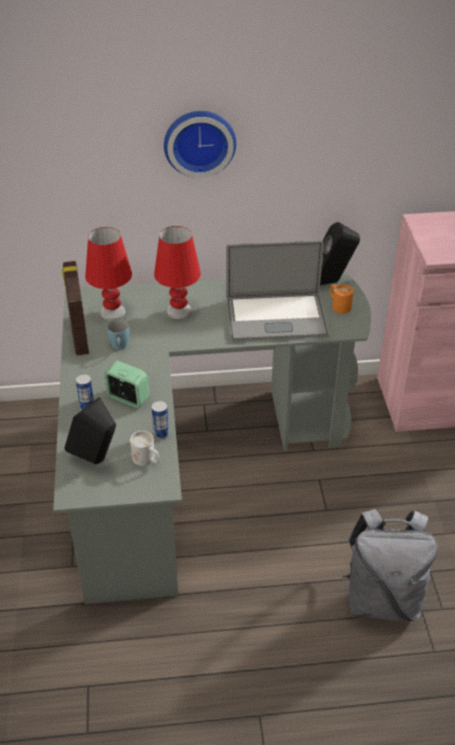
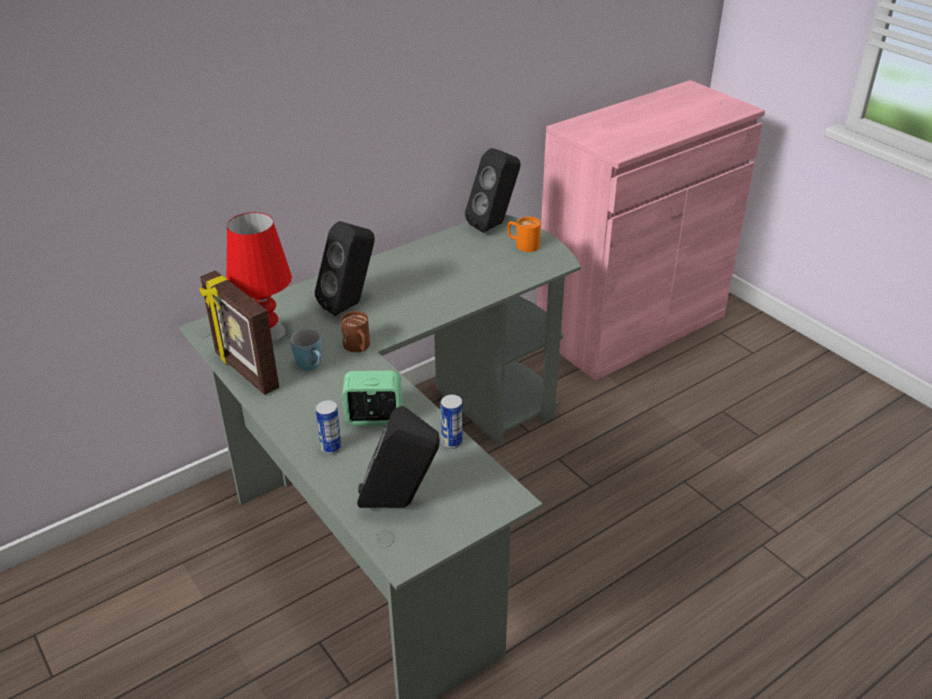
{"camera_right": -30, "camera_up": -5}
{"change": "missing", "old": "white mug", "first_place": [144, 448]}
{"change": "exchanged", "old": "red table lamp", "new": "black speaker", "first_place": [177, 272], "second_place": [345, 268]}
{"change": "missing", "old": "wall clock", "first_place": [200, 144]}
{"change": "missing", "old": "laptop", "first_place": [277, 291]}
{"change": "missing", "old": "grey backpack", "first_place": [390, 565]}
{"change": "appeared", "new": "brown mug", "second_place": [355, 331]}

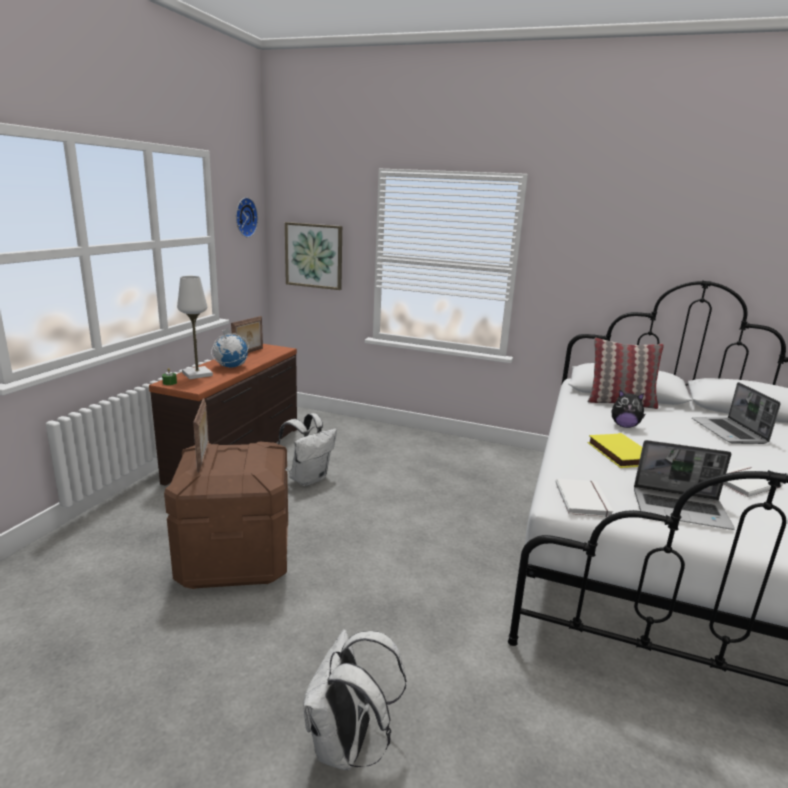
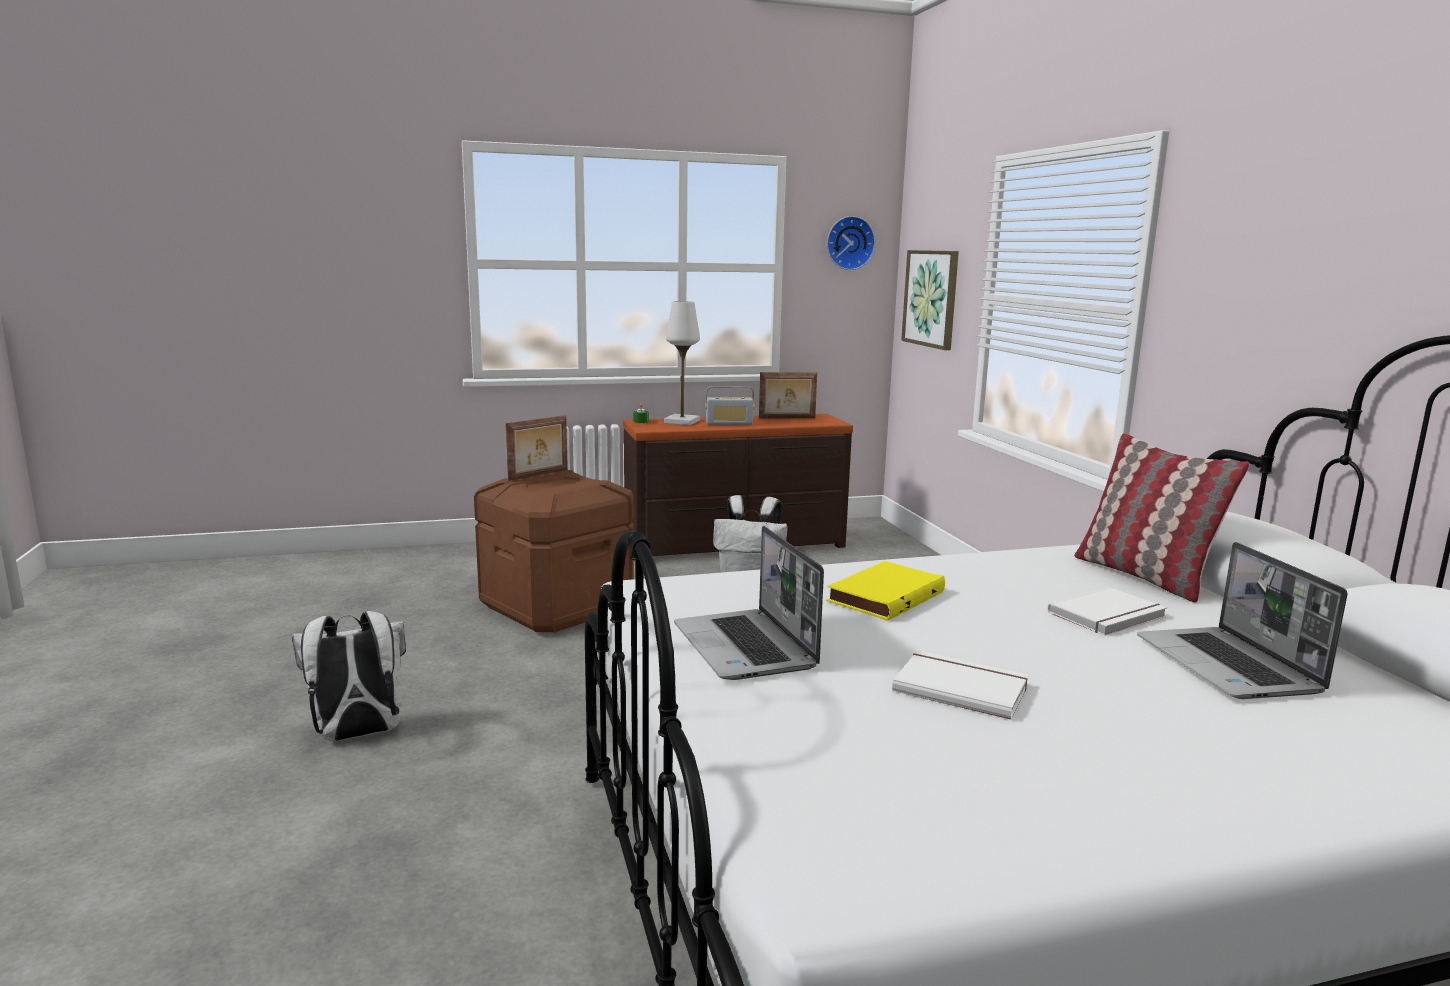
{"camera_right": 55, "camera_up": -5}
{"change": "exchanged", "old": "globe", "new": "radio", "first_place": [230, 347], "second_place": [729, 405]}
{"change": "relocated", "old": "white book", "first_place": [585, 498], "second_place": [1107, 611]}
{"change": "missing", "old": "plush toy", "first_place": [628, 409]}
{"change": "spun", "old": "laptop", "first_place": [736, 413], "second_place": [1242, 620], "degrees": -60}

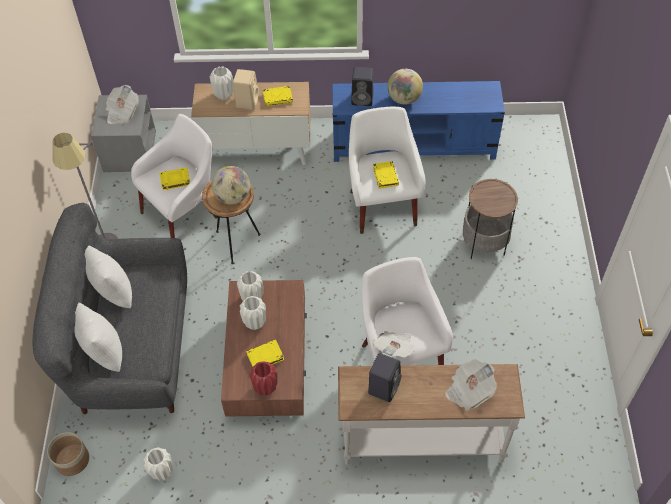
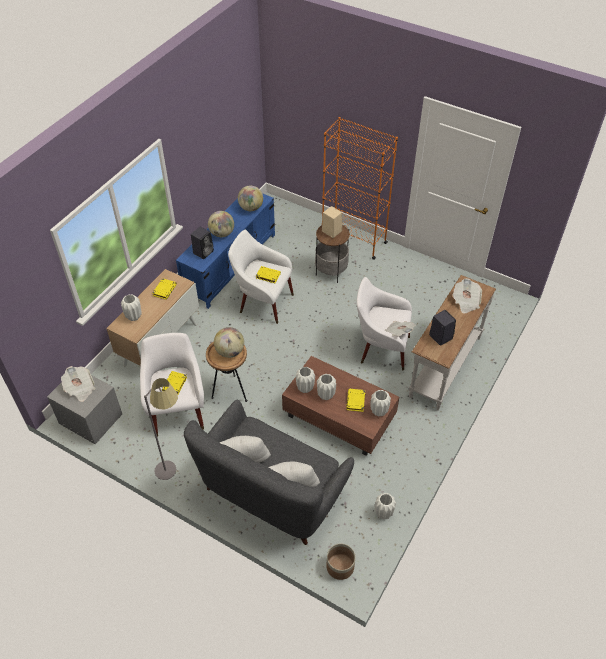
{"camera_right": -60, "camera_up": -5}
{"change": "relocated", "old": "beige speaker", "first_place": [246, 89], "second_place": [332, 222]}
{"change": "colour", "old": "red vase", "new": "white vase", "first_place": [263, 378], "second_place": [381, 403]}
{"change": "appeared", "new": "globe", "second_place": [250, 198]}
{"change": "appeared", "new": "orange bookcase", "second_place": [360, 188]}

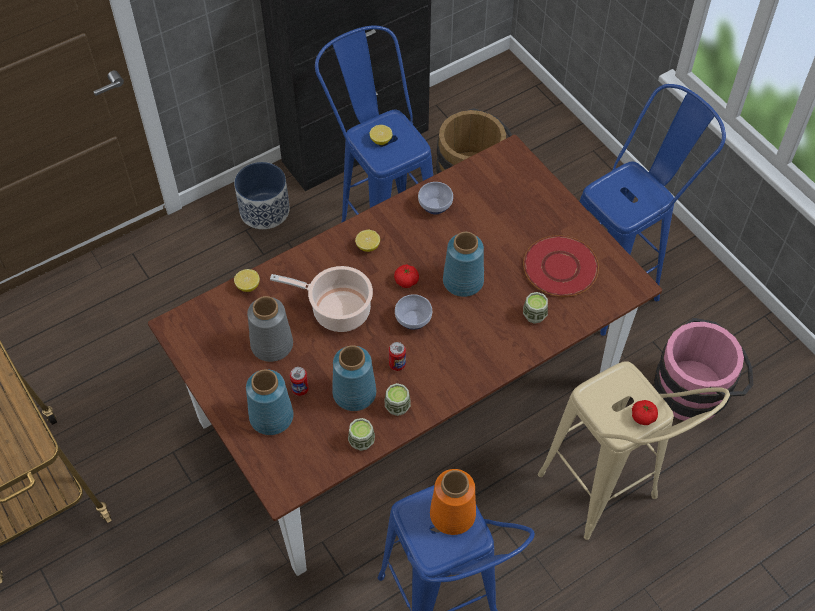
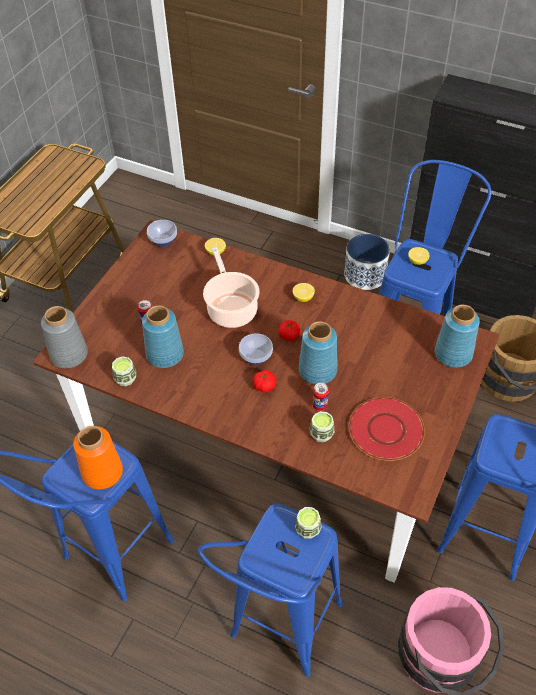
{"camera_right": 60, "camera_up": -5}
{"change": "relocated", "old": "blue vase", "first_place": [270, 402], "second_place": [457, 336]}
{"change": "relocated", "old": "grey vase", "first_place": [270, 329], "second_place": [64, 337]}
{"change": "relocated", "old": "cup", "first_place": [398, 399], "second_place": [308, 523]}
{"change": "relocated", "old": "can", "first_place": [397, 356], "second_place": [320, 397]}
{"change": "relocated", "old": "bowl", "first_place": [435, 198], "second_place": [162, 233]}
{"change": "colour", "old": "beige stool", "new": "blue stool", "first_place": [634, 450], "second_place": [270, 590]}
{"change": "relocated", "old": "tomato", "first_place": [645, 412], "second_place": [264, 381]}

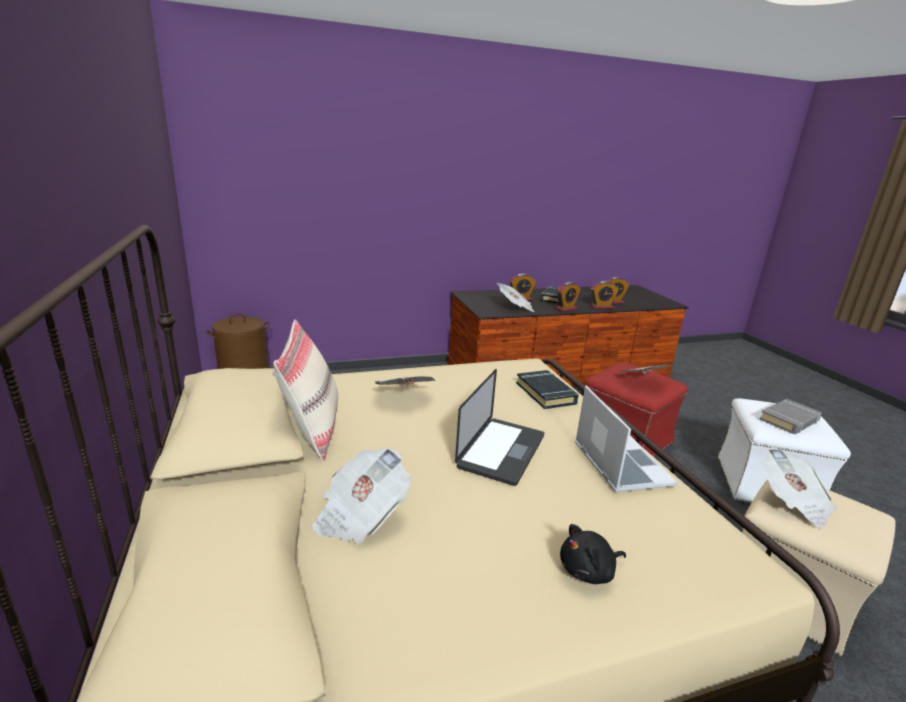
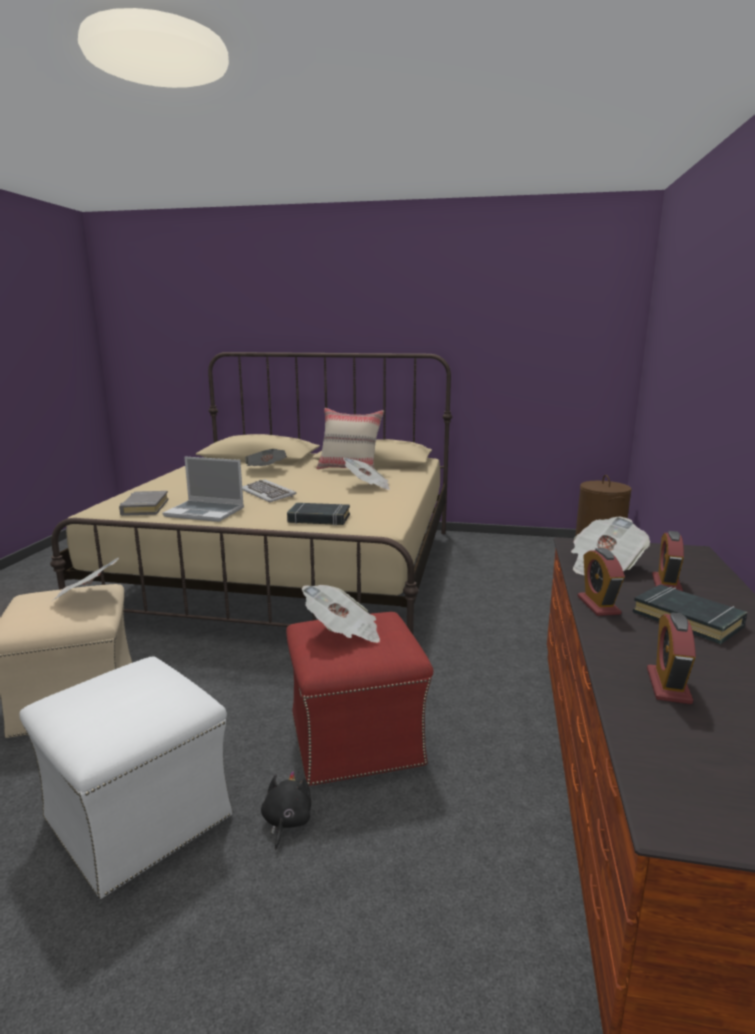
{"camera_right": 120, "camera_up": -5}
{"change": "exchanged", "old": "laptop", "new": "keyboard", "first_place": [499, 427], "second_place": [269, 491]}
{"change": "relocated", "old": "black plush toy", "first_place": [593, 554], "second_place": [286, 811]}
{"change": "missing", "old": "alarm clock", "first_place": [604, 295]}
{"change": "relocated", "old": "grey book", "first_place": [791, 416], "second_place": [143, 503]}

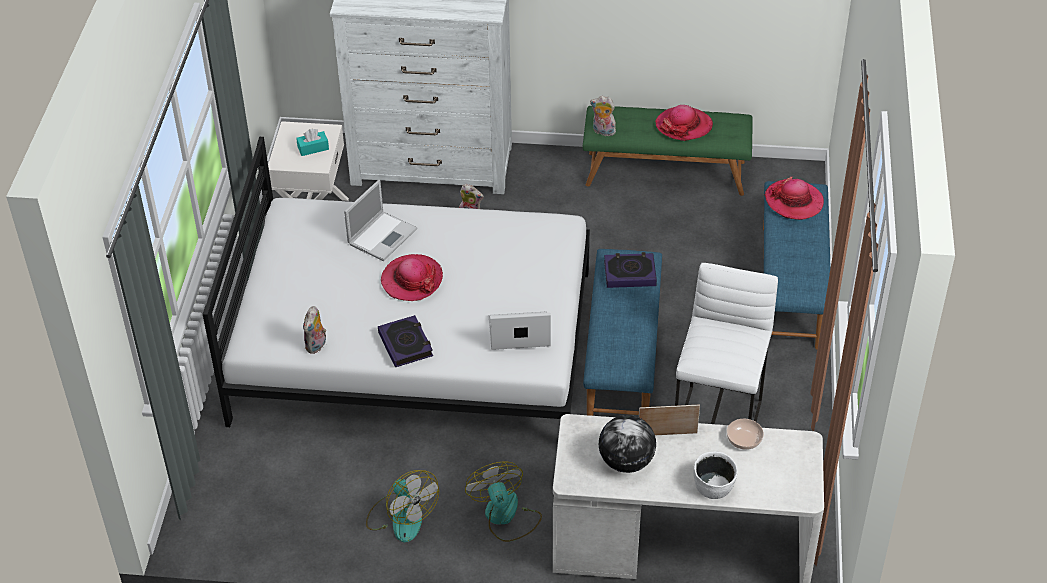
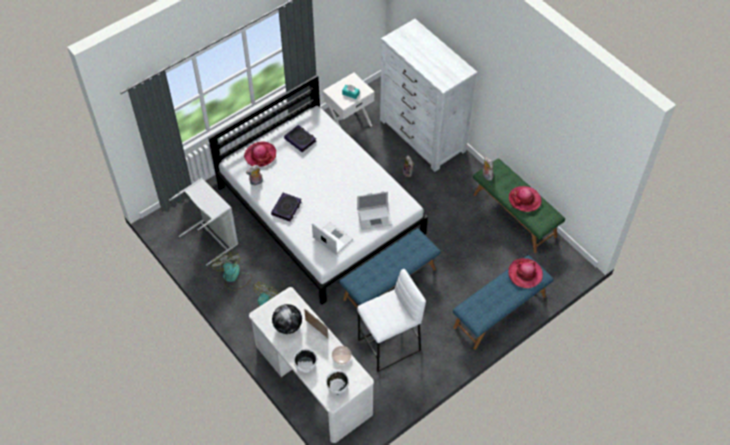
{"camera_right": 45, "camera_up": 10}
{"change": "relocated", "old": "laptop", "first_place": [380, 220], "second_place": [374, 210]}
{"change": "spun", "old": "fan", "first_place": [402, 506], "second_place": [231, 271], "degrees": 150}
{"change": "relocated", "old": "hat", "first_place": [412, 277], "second_place": [260, 154]}
{"change": "relocated", "old": "book", "first_place": [630, 270], "second_place": [300, 138]}
{"change": "appeared", "new": "grey laundry basket", "second_place": [203, 222]}
{"change": "appeared", "new": "white bowl", "second_place": [337, 382]}

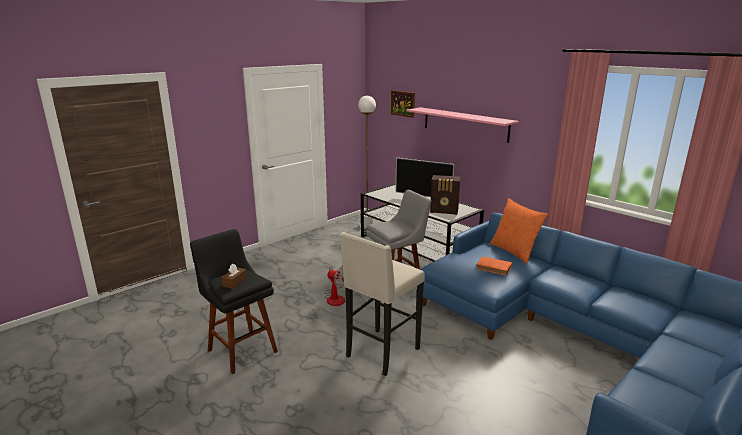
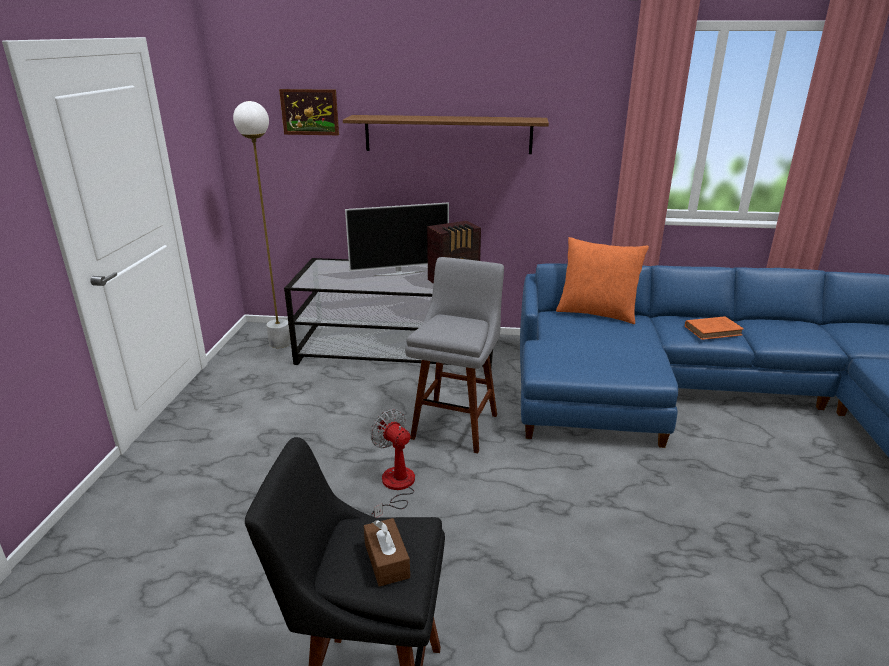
{"camera_right": -40, "camera_up": 5}
{"change": "spun", "old": "fan", "first_place": [335, 285], "second_place": [392, 463], "degrees": -120}
{"change": "missing", "old": "beige stool", "first_place": [382, 304]}
{"change": "colour", "old": "pink shelf", "new": "brown shelf", "first_place": [463, 125], "second_place": [446, 134]}
{"change": "relocated", "old": "orange book", "first_place": [494, 265], "second_place": [714, 328]}

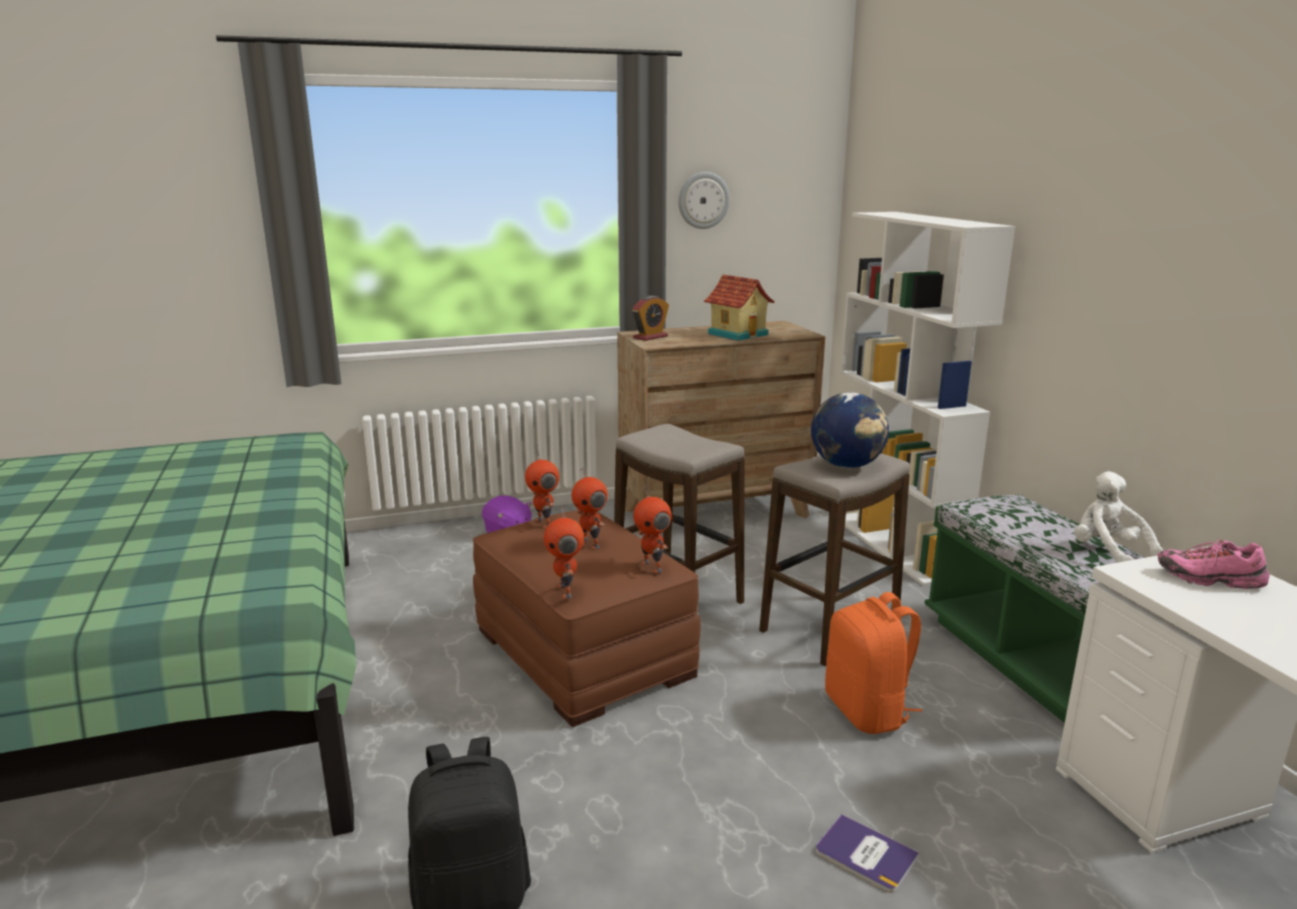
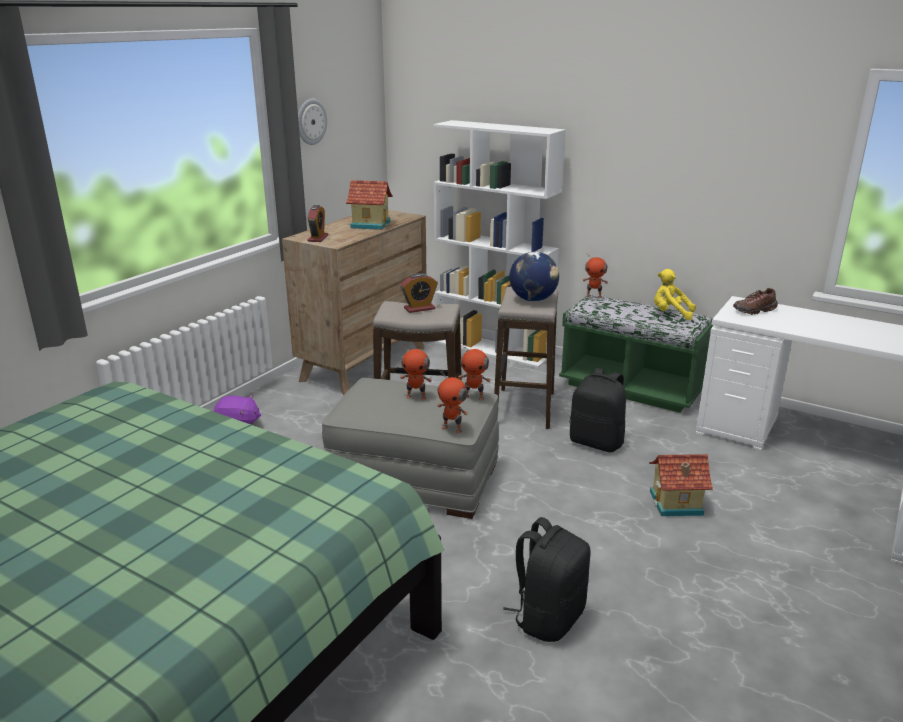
{"camera_right": -40, "camera_up": 5}
{"change": "colour", "old": "brown ottoman", "new": "grey ottoman", "first_place": [587, 618], "second_place": [410, 448]}
{"change": "relocated", "old": "toy robot", "first_place": [542, 490], "second_place": [595, 276]}
{"change": "exchanged", "old": "book", "new": "toy house", "first_place": [867, 853], "second_place": [681, 485]}
{"change": "colour", "old": "orange backpack", "new": "black backpack", "first_place": [874, 663], "second_place": [598, 410]}
{"change": "colour", "old": "white plush toy", "new": "yellow plush toy", "first_place": [1119, 517], "second_place": [675, 294]}
{"change": "colour", "old": "pink shoe", "new": "brown shoe", "first_place": [1214, 564], "second_place": [755, 301]}
{"change": "appeared", "new": "alarm clock", "second_place": [419, 293]}

